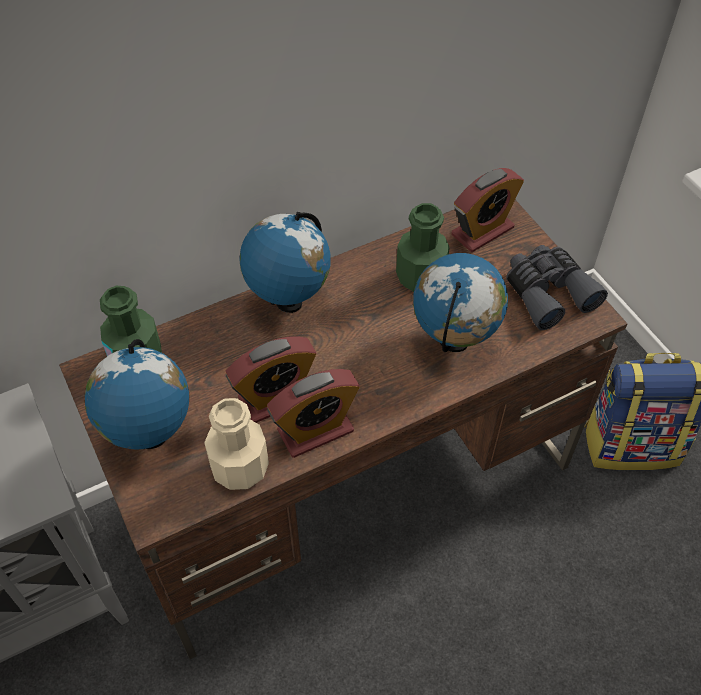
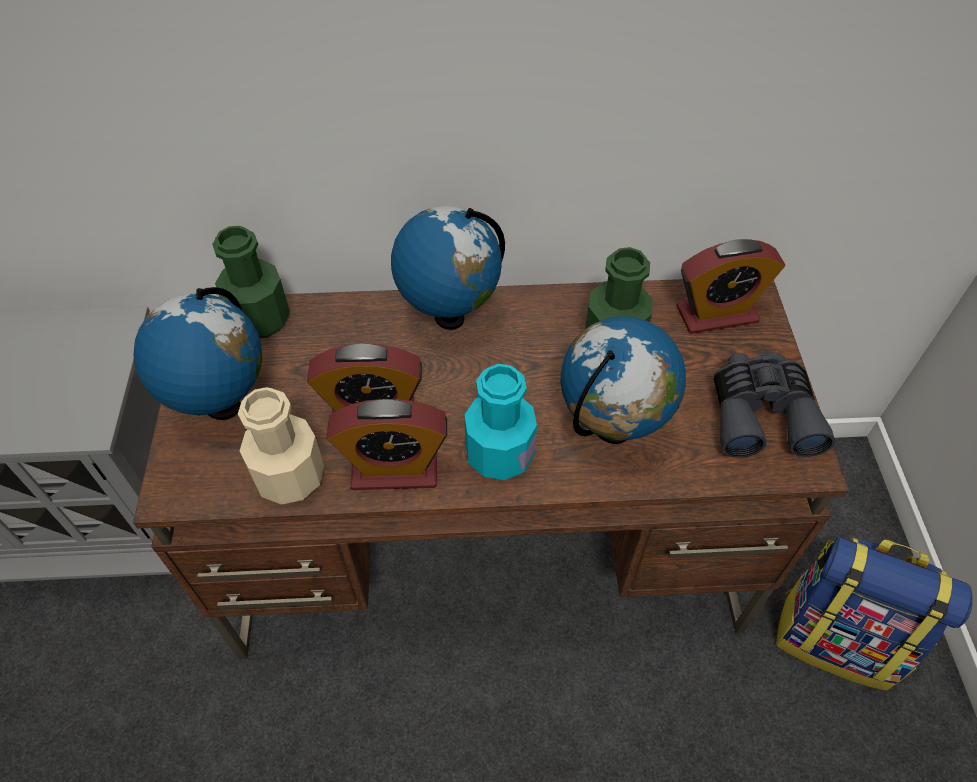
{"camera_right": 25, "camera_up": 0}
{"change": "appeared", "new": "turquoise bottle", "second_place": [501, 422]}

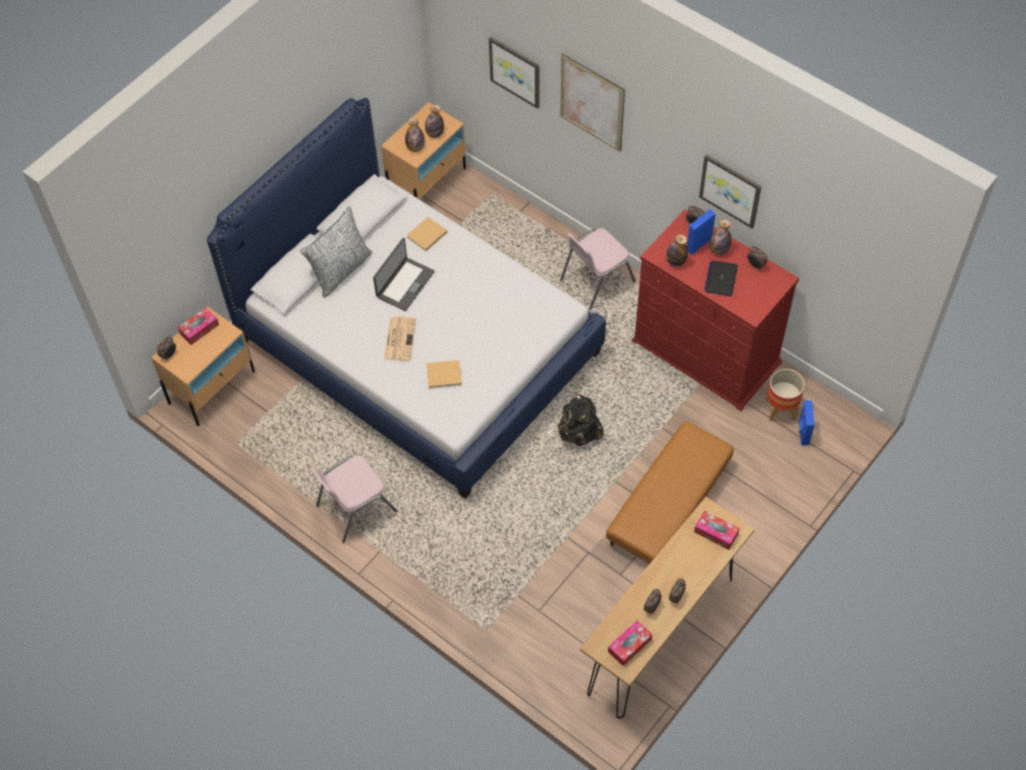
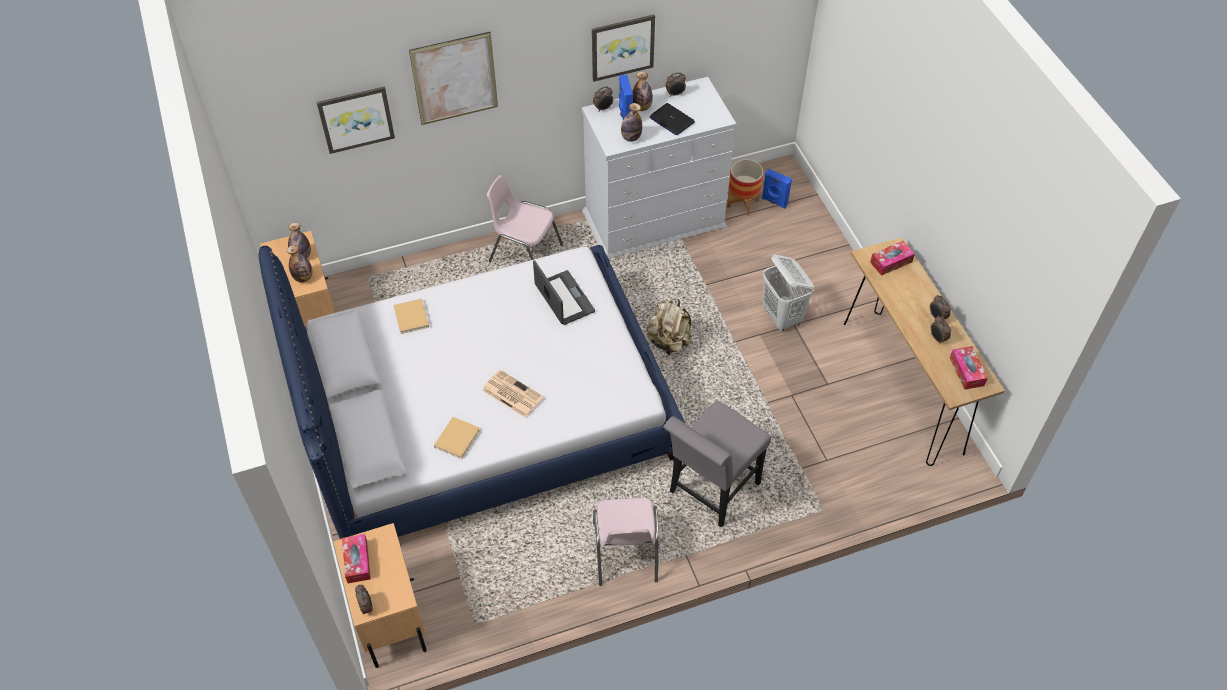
{"camera_right": -60, "camera_up": -5}
{"change": "missing", "old": "pillow", "first_place": [336, 252]}
{"change": "relocated", "old": "laptop", "first_place": [404, 274], "second_place": [564, 292]}
{"change": "relocated", "old": "beige book", "first_place": [444, 374], "second_place": [457, 438]}
{"change": "colour", "old": "black backpack", "new": "beige backpack", "first_place": [581, 420], "second_place": [669, 327]}
{"change": "spun", "old": "pink chair", "first_place": [598, 269], "second_place": [525, 218], "degrees": 120}
{"change": "exchanged", "old": "brown ottoman", "new": "white laundry basket", "first_place": [670, 492], "second_place": [788, 293]}
{"change": "colour", "old": "red dresser", "new": "white dresser", "first_place": [715, 310], "second_place": [659, 168]}
{"change": "appeared", "new": "grey chair", "second_place": [717, 464]}

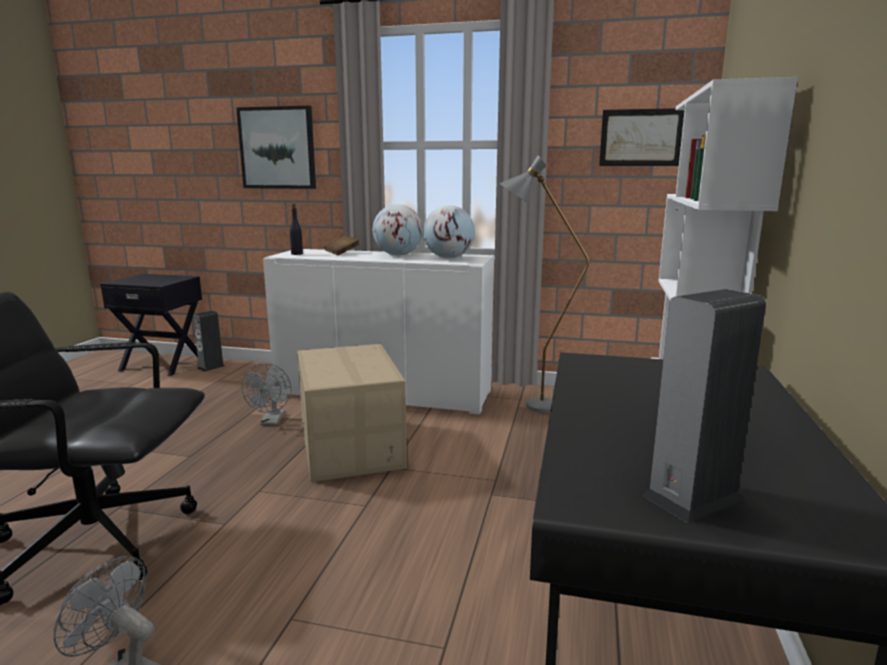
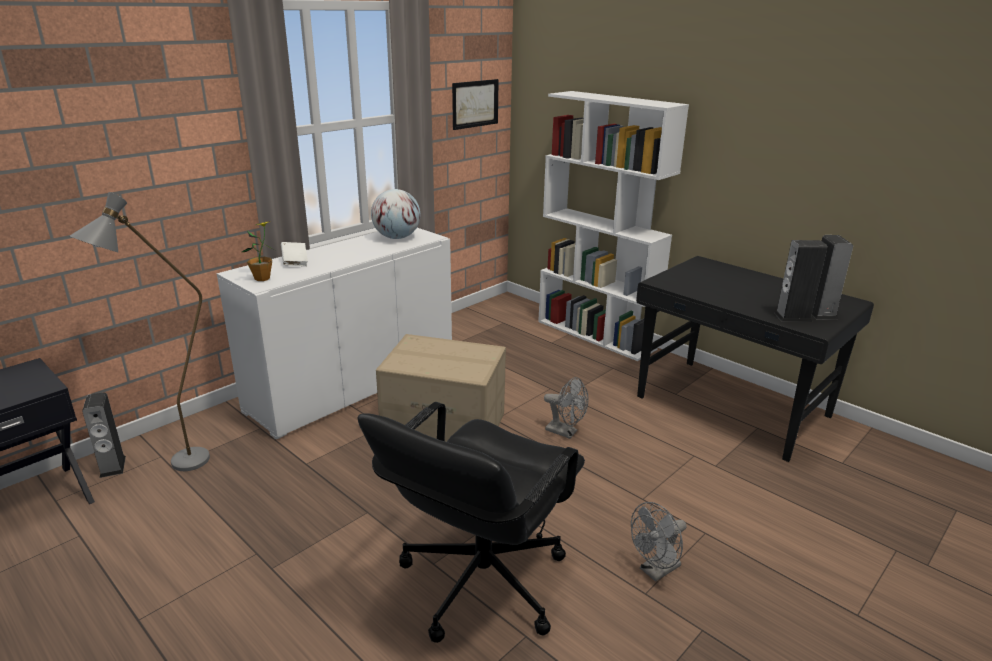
{"camera_right": -60, "camera_up": 10}
{"change": "missing", "old": "picture", "first_place": [276, 147]}
{"change": "relocated", "old": "grey fan", "first_place": [266, 394], "second_place": [566, 408]}
{"change": "exchanged", "old": "black bottle", "new": "potted plant", "first_place": [296, 229], "second_place": [258, 251]}
{"change": "colour", "old": "brown book", "new": "white book", "first_place": [341, 245], "second_place": [294, 254]}
{"change": "missing", "old": "globe", "first_place": [398, 230]}
{"change": "relocated", "old": "grey floor lamp", "first_place": [544, 284], "second_place": [140, 331]}
{"change": "appeared", "new": "speaker", "second_place": [800, 281]}

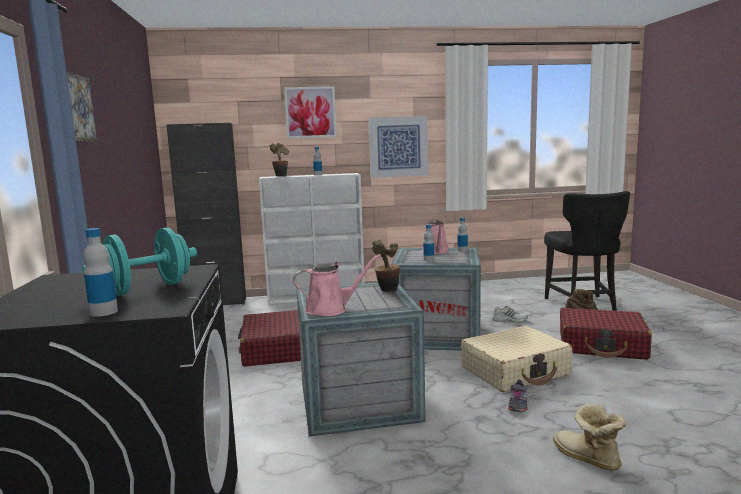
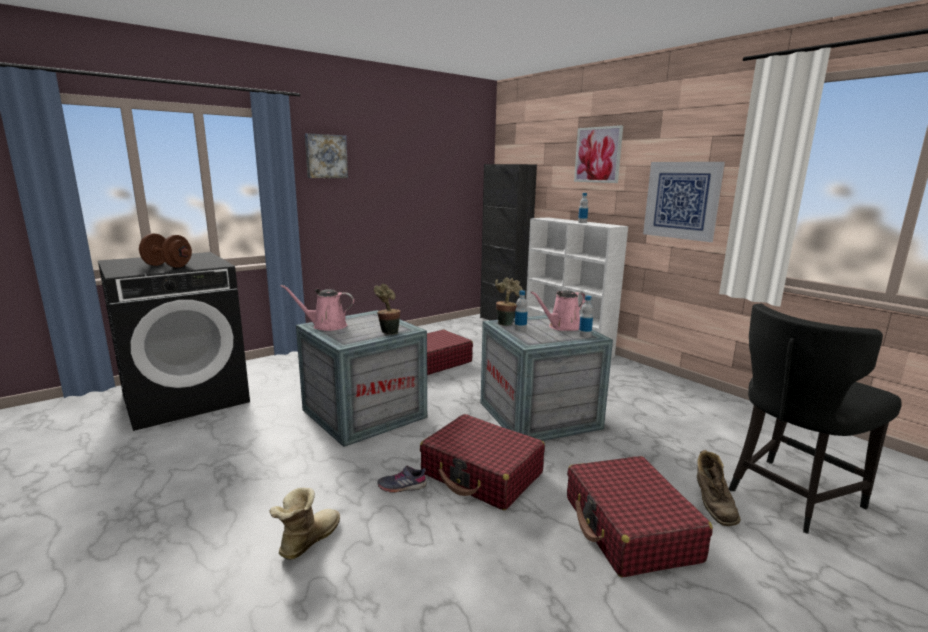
{"camera_right": 60, "camera_up": 5}
{"change": "colour", "old": "turquoise dumbbell", "new": "brown dumbbell", "first_place": [139, 262], "second_place": [165, 250]}
{"change": "missing", "old": "bottle", "first_place": [100, 272]}
{"change": "relocated", "old": "potted plant", "first_place": [279, 160], "second_place": [509, 301]}
{"change": "spun", "old": "pink watering can", "first_place": [337, 285], "second_place": [317, 308], "degrees": 135}
{"change": "colour", "old": "beige suitcase", "new": "red suitcase", "first_place": [517, 359], "second_place": [482, 462]}
{"change": "missing", "old": "white shoe", "first_place": [510, 314]}

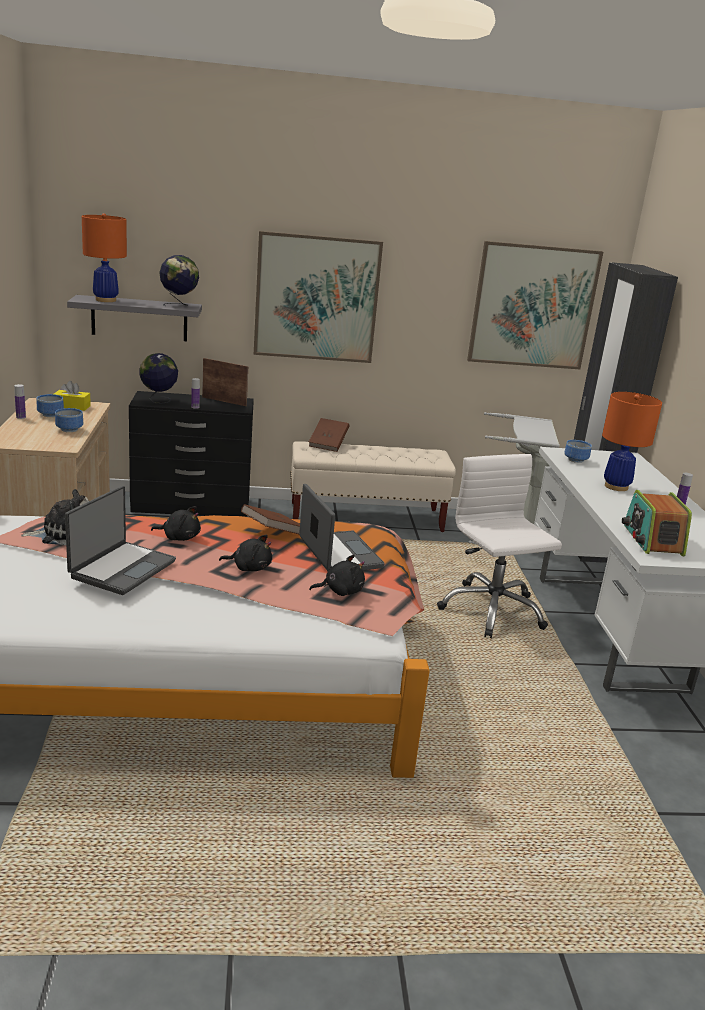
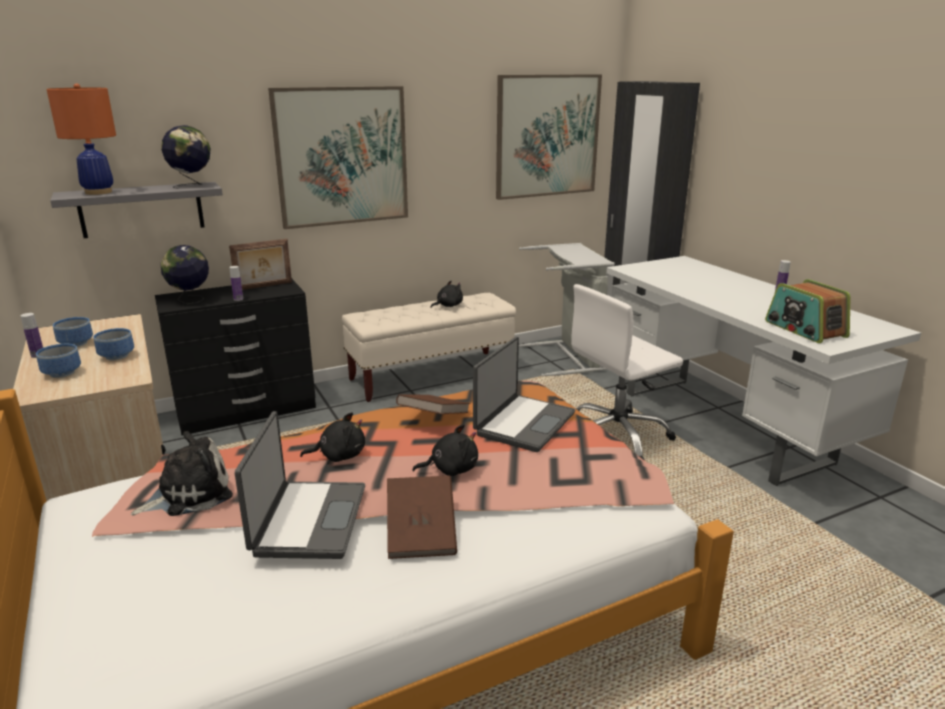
{"camera_right": -20, "camera_up": 0}
{"change": "missing", "old": "yellow tissue box", "first_place": [72, 396]}
{"change": "spun", "old": "picture frame", "first_place": [225, 382], "second_place": [260, 264], "degrees": 150}
{"change": "spun", "old": "laptop", "first_place": [342, 527], "second_place": [524, 394], "degrees": 75}
{"change": "relocated", "old": "brown book", "first_place": [329, 435], "second_place": [422, 517]}
{"change": "relocated", "old": "black plush toy", "first_place": [337, 575], "second_place": [446, 294]}
{"change": "spun", "old": "white office chair", "first_place": [499, 546], "second_place": [627, 372], "degrees": -75}
{"change": "relocated", "old": "bowl", "first_place": [578, 451], "second_place": [58, 361]}
{"change": "missing", "old": "orange table lamp", "first_place": [632, 441]}

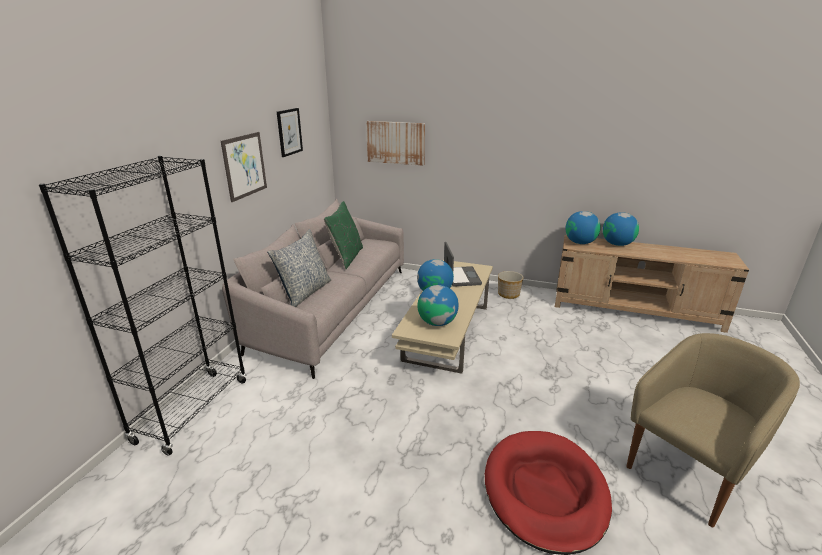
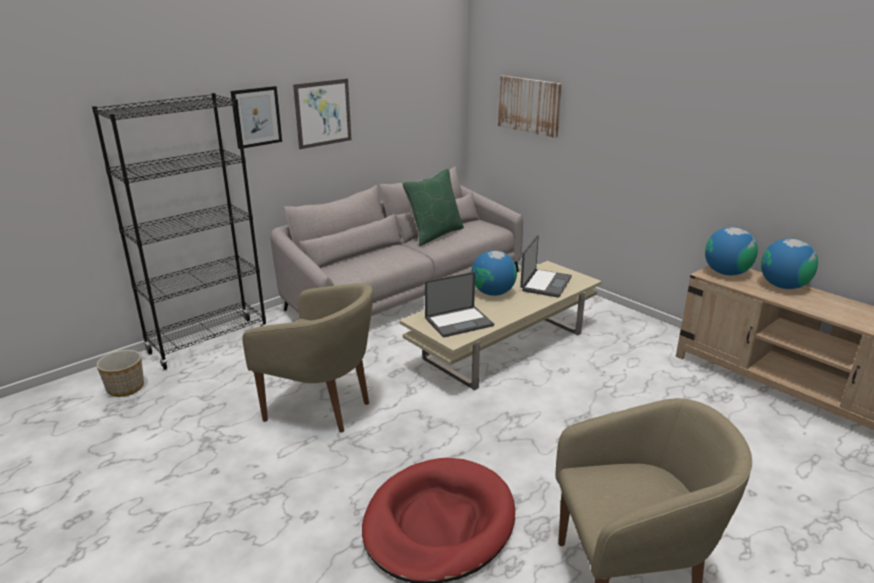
{"camera_right": 30, "camera_up": 0}
{"change": "missing", "old": "pillow", "first_place": [299, 268]}
{"change": "relocated", "old": "picture", "first_place": [290, 132], "second_place": [256, 117]}
{"change": "exchanged", "old": "globe", "new": "laptop", "first_place": [438, 305], "second_place": [459, 305]}
{"change": "relocated", "old": "planter", "first_place": [510, 285], "second_place": [120, 373]}
{"change": "appeared", "new": "beige armchair", "second_place": [307, 358]}

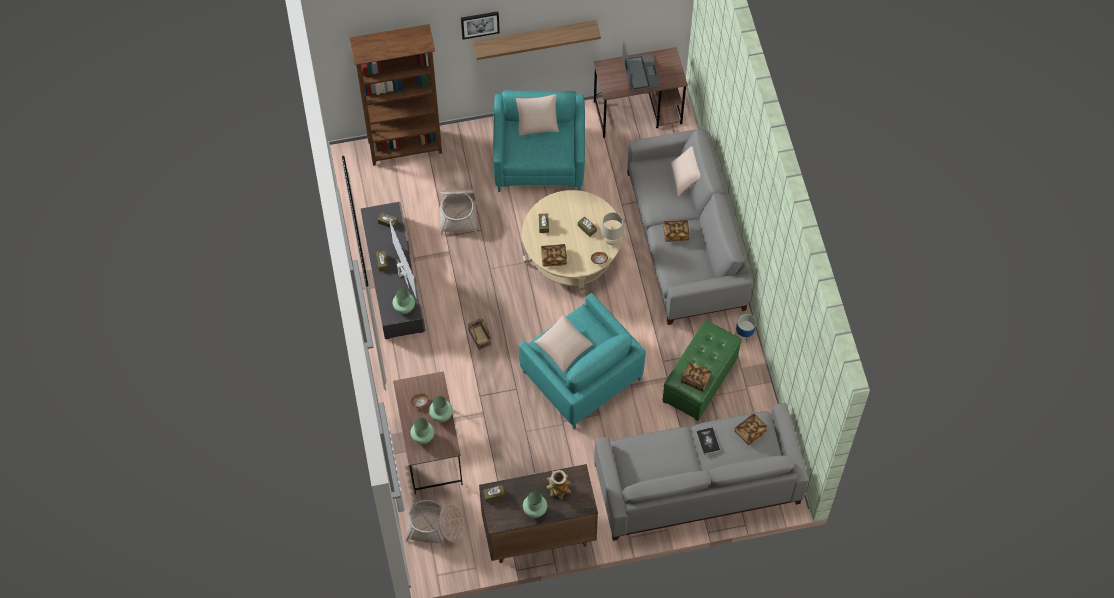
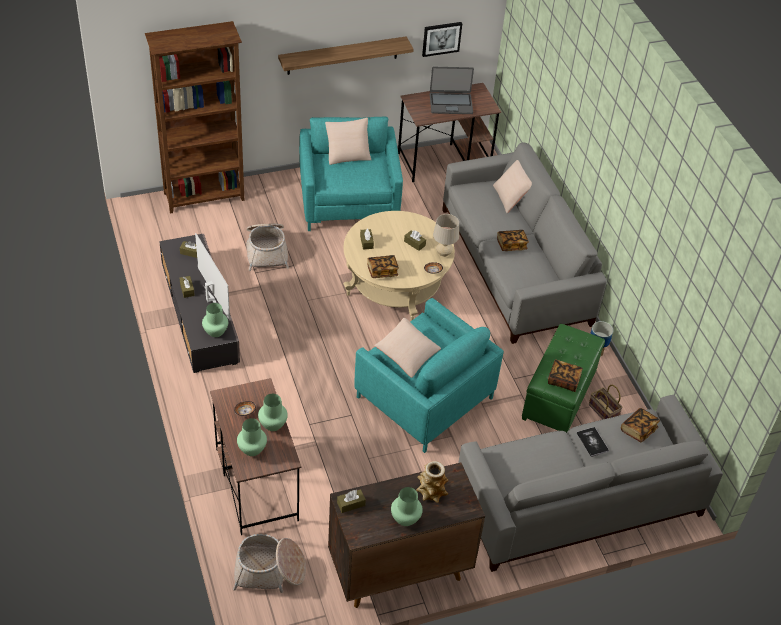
{"camera_right": -10, "camera_up": -15}
{"change": "relocated", "old": "picture", "first_place": [480, 25], "second_place": [442, 39]}
{"change": "relocated", "old": "basket", "first_place": [479, 334], "second_place": [606, 402]}
{"change": "spun", "old": "laptop", "first_place": [641, 66], "second_place": [452, 90], "degrees": 105}

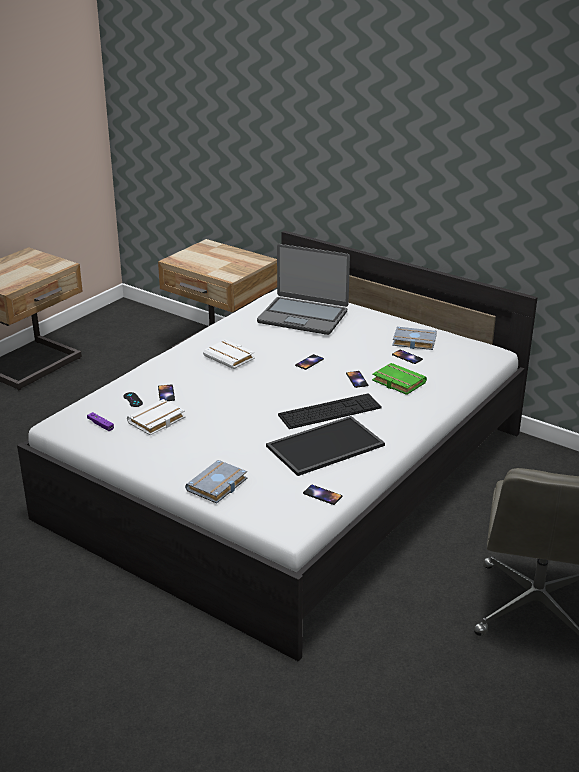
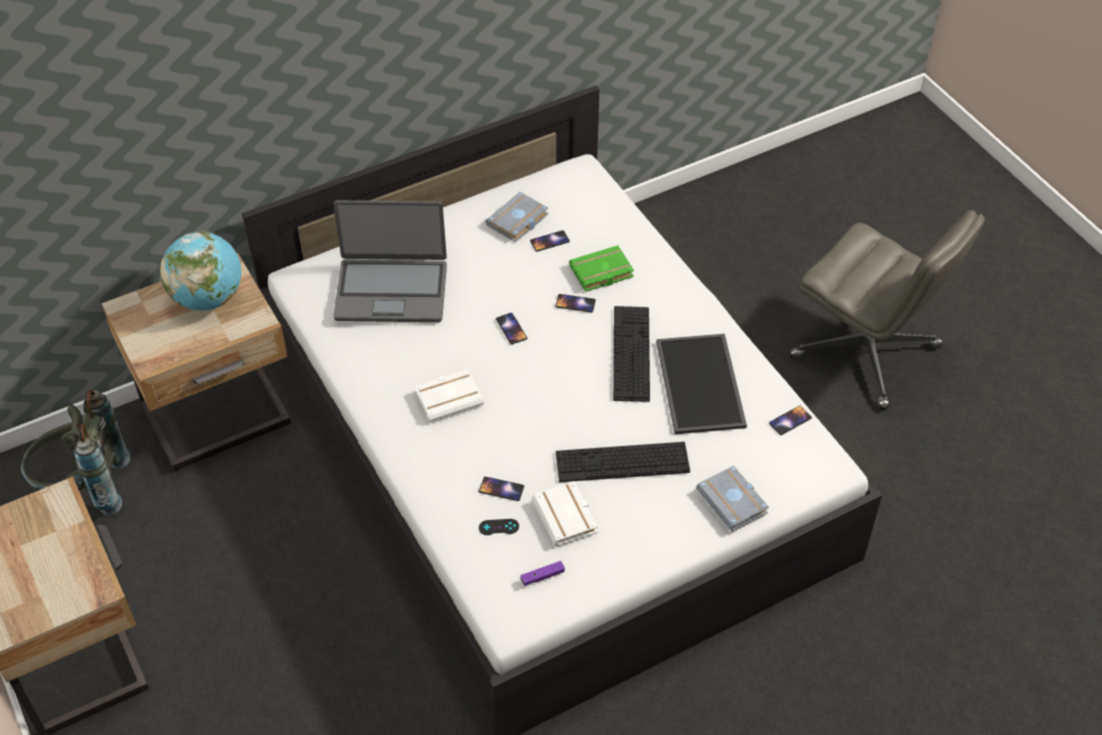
{"camera_right": -65, "camera_up": 20}
{"change": "spun", "old": "laptop", "first_place": [303, 289], "second_place": [390, 261], "degrees": 45}
{"change": "appeared", "new": "grey backpack", "second_place": [75, 452]}
{"change": "appeared", "new": "globe", "second_place": [200, 271]}
{"change": "appeared", "new": "keyboard", "second_place": [623, 462]}

